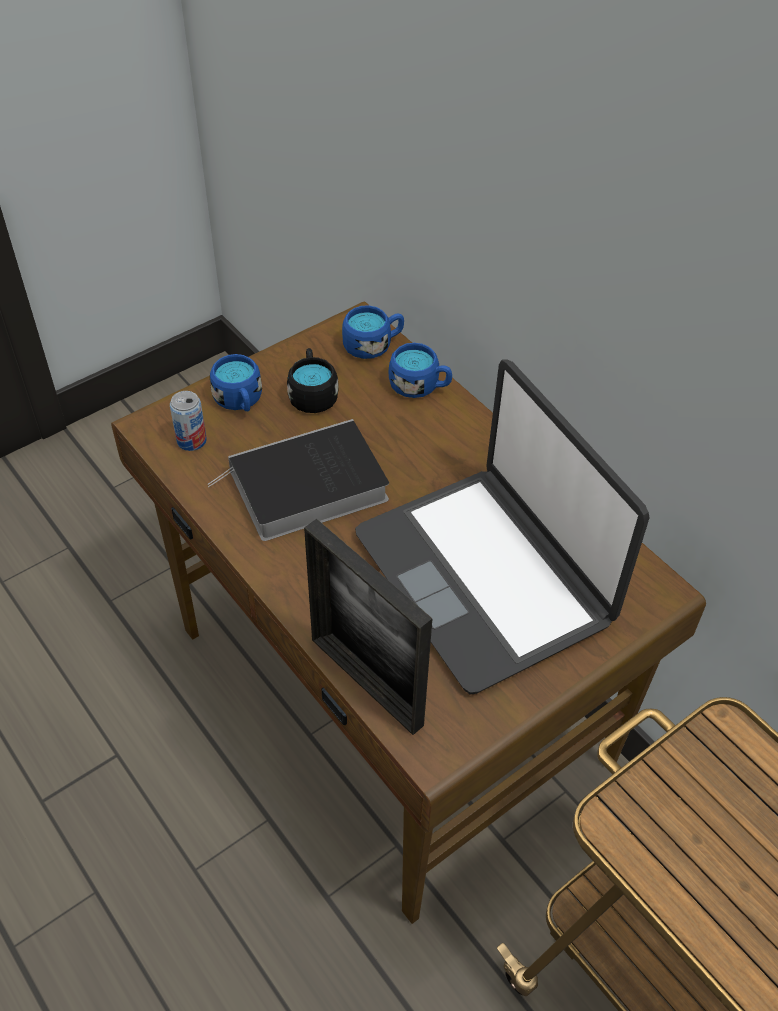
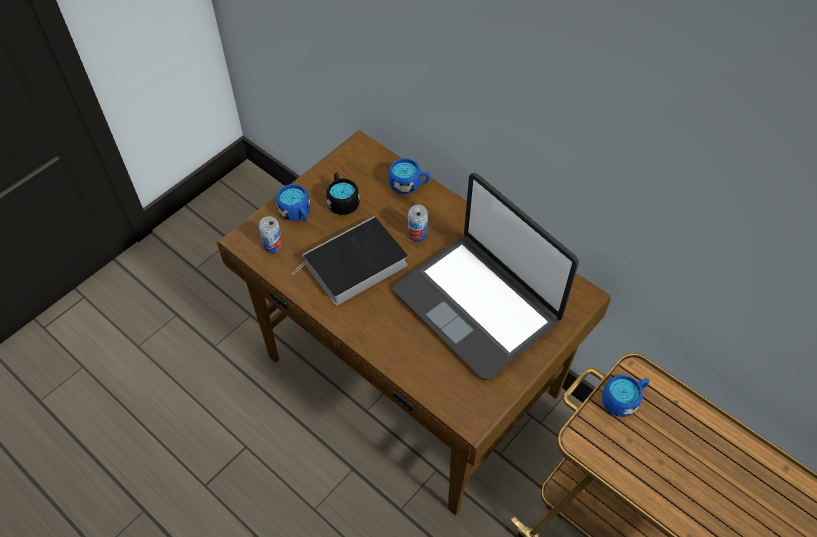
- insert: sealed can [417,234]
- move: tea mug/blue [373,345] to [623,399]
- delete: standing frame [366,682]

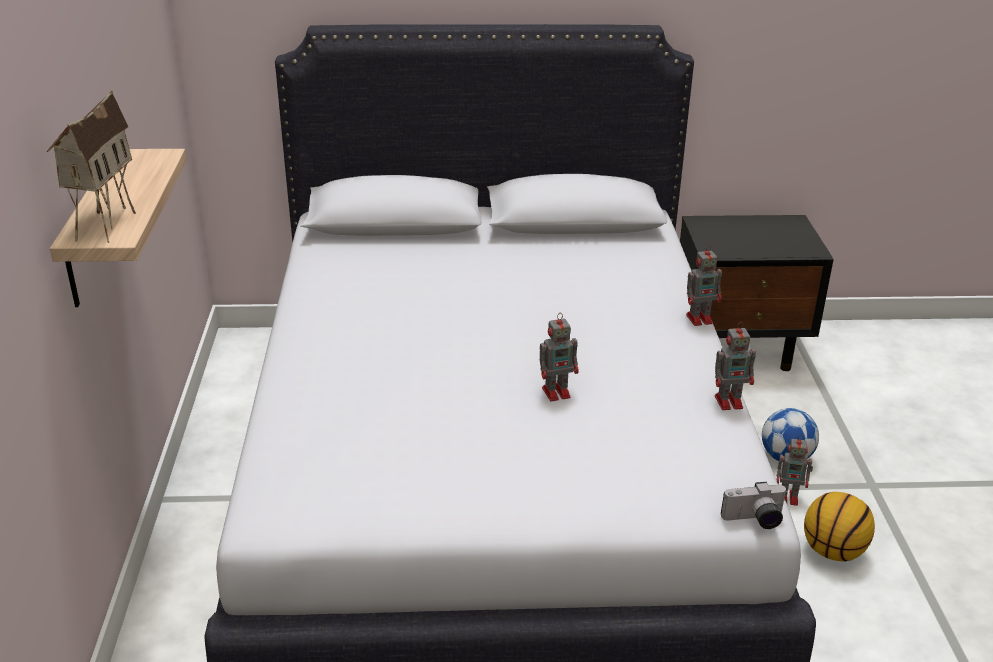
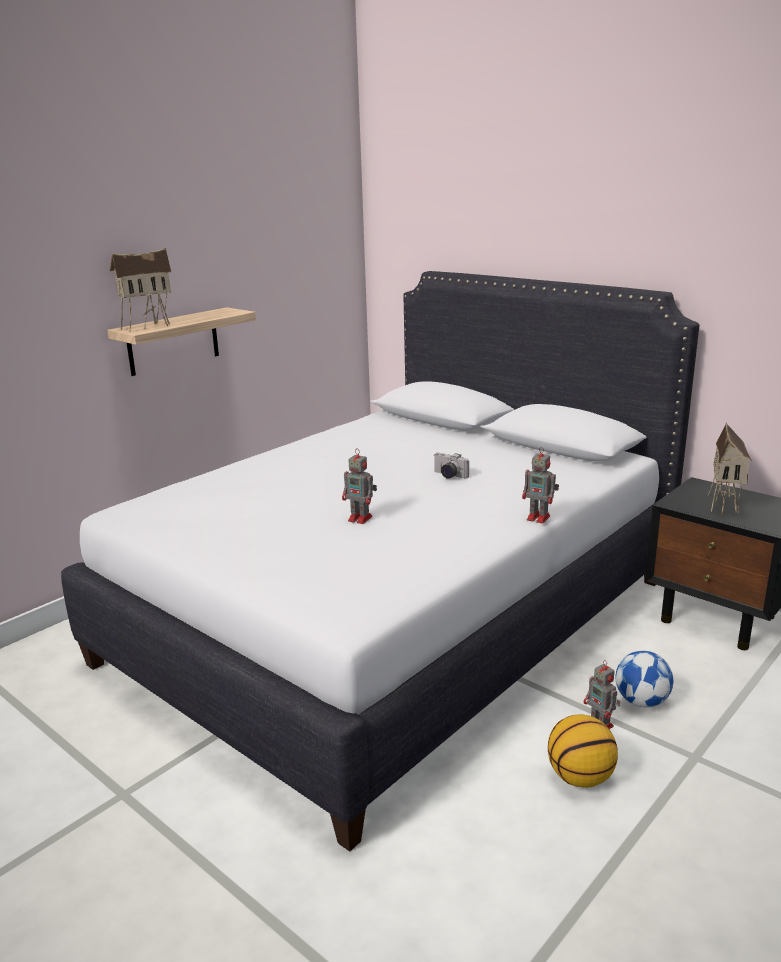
- move: photo camera [754,520] to [448,476]
- insert: miniature house [724,506]
- delete: toy robot [730,401]

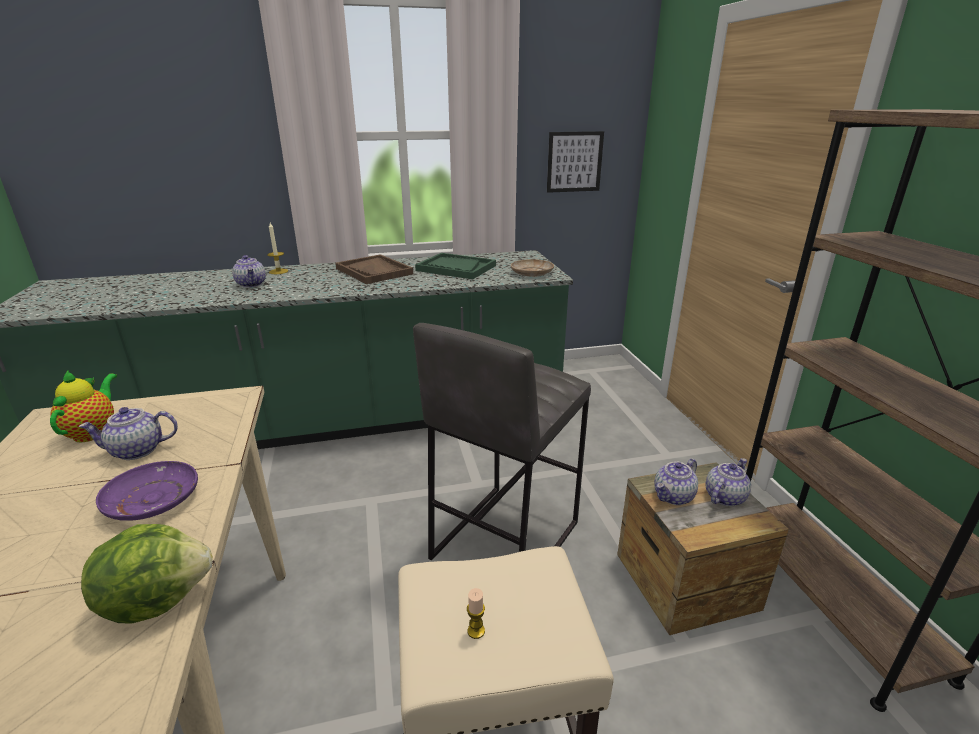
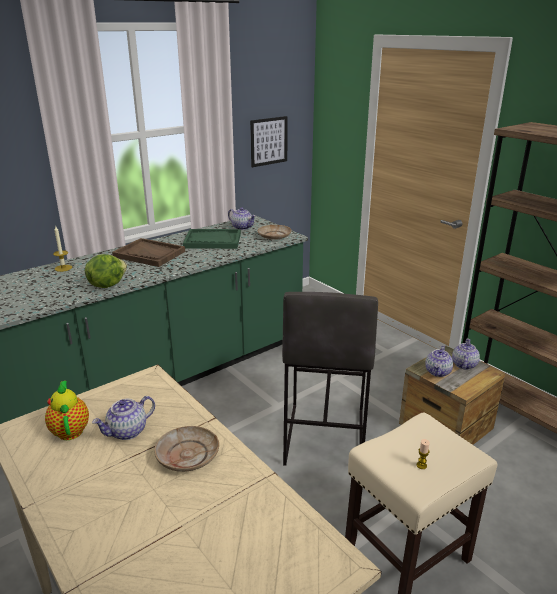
- move: lettuce [158,599] to [107,285]
- recolor: flat dish/purple-coloured [152,500] to flat dish/beige [187,455]
- move: tea pot [252,284] to [242,227]

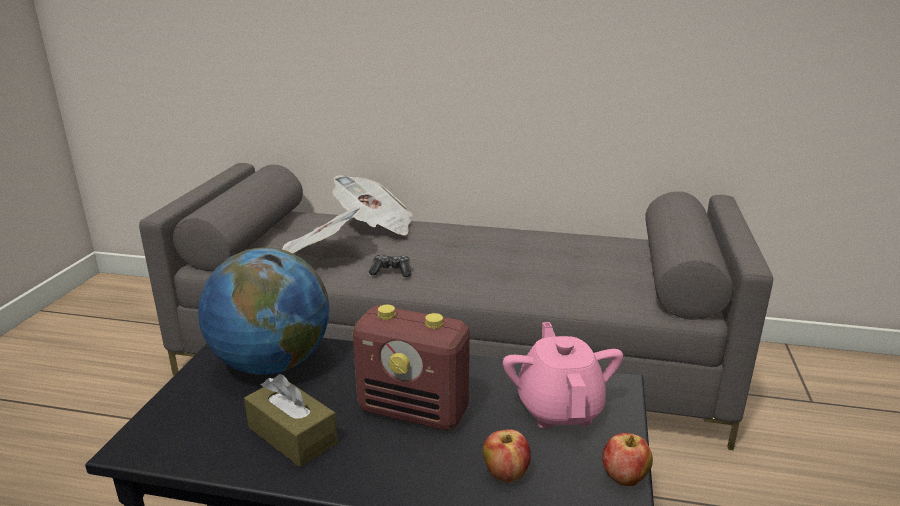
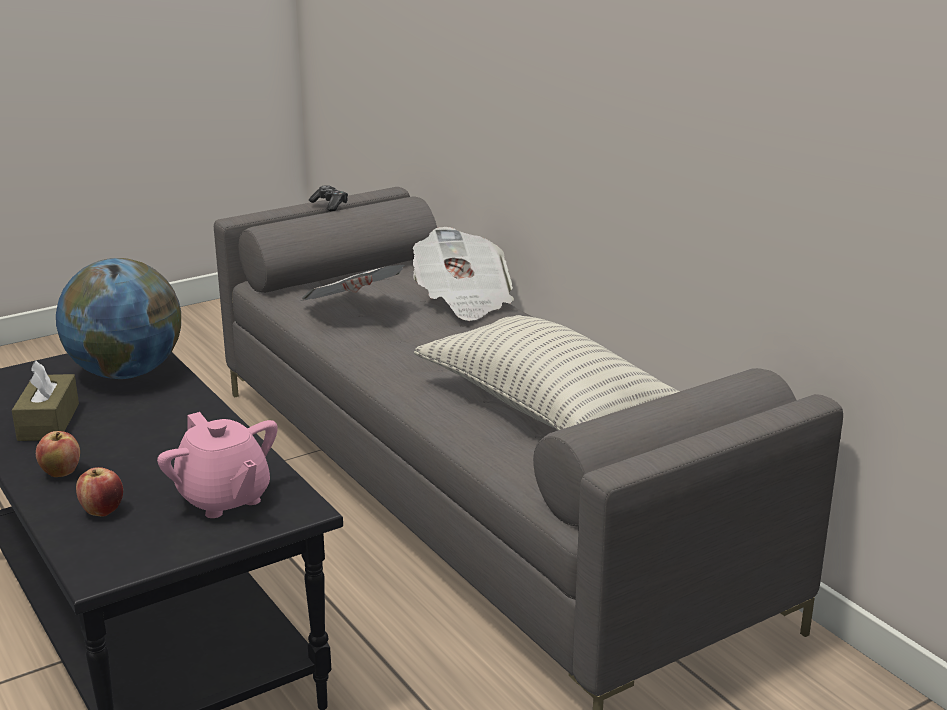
- move: apple [624,478] to [61,473]
- rotate: tea pot/pinkish [559,408] = [224,498] 105 degrees clockwise
- move: game controller [391,271] to [330,205]
- insert: throw pillow [545,408]
- delete: radio set [414,411]

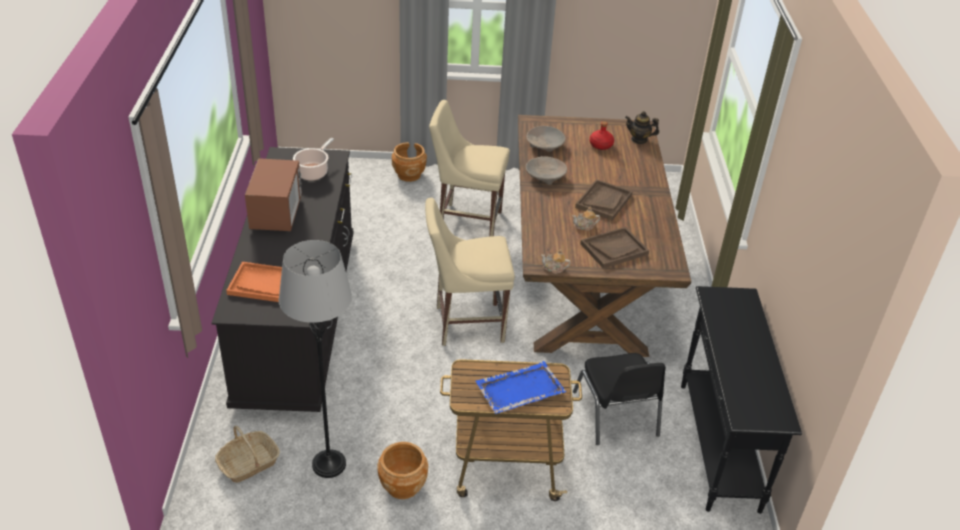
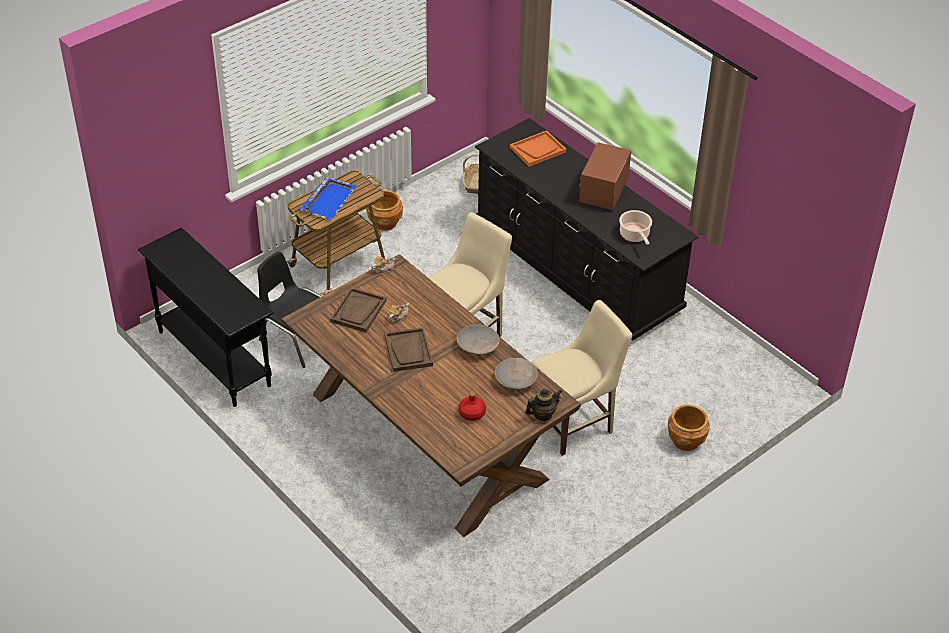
- move: tea pot [639,139] to [542,414]
- rotate: microwave [277,214] = [603,192] 60 degrees clockwise
- delete: floor lamp/gray [329,464]

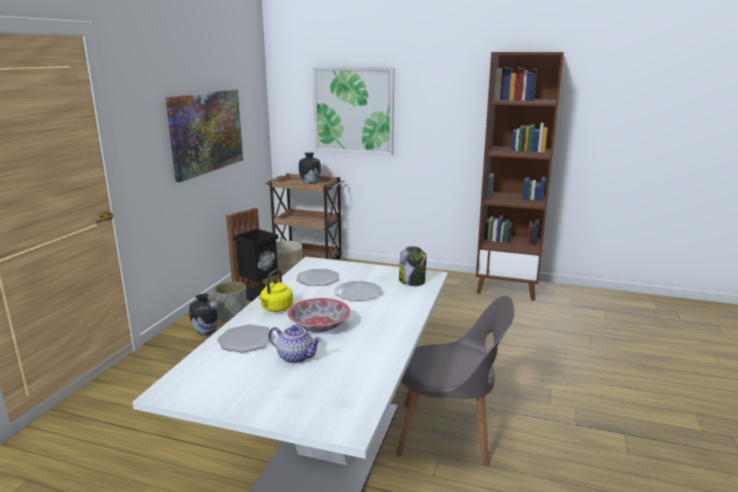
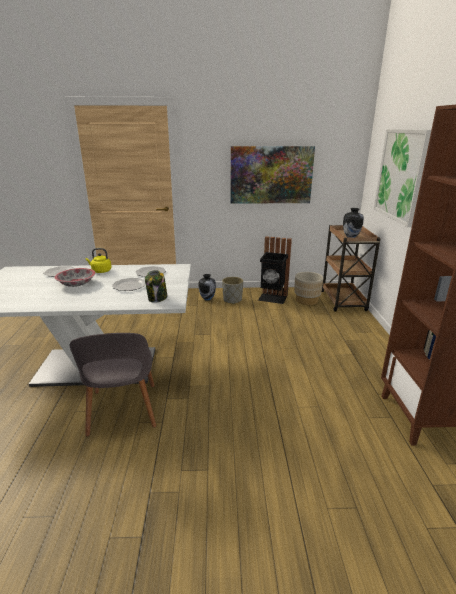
- delete: tea pot [296,357]

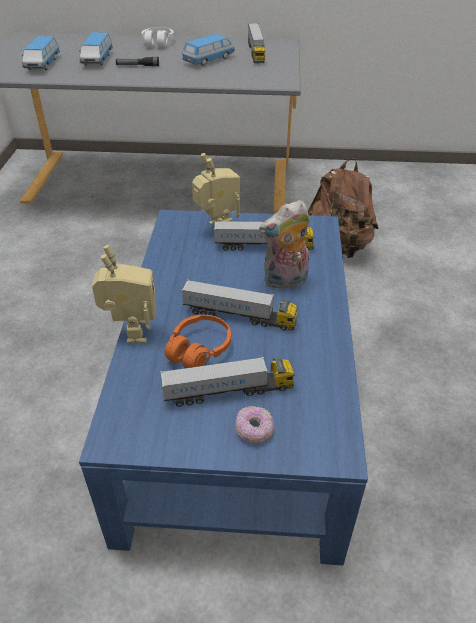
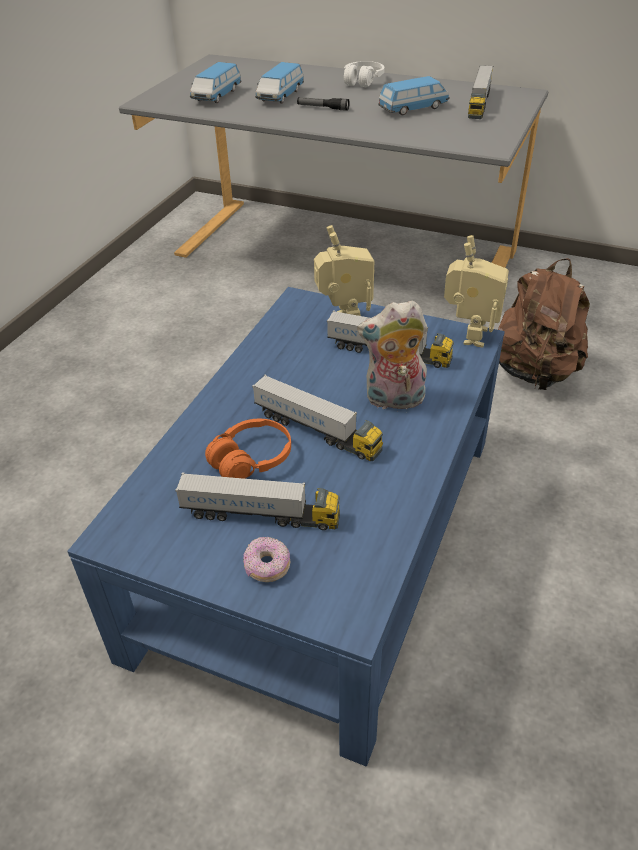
- move: toy robot [131,332] to [468,335]

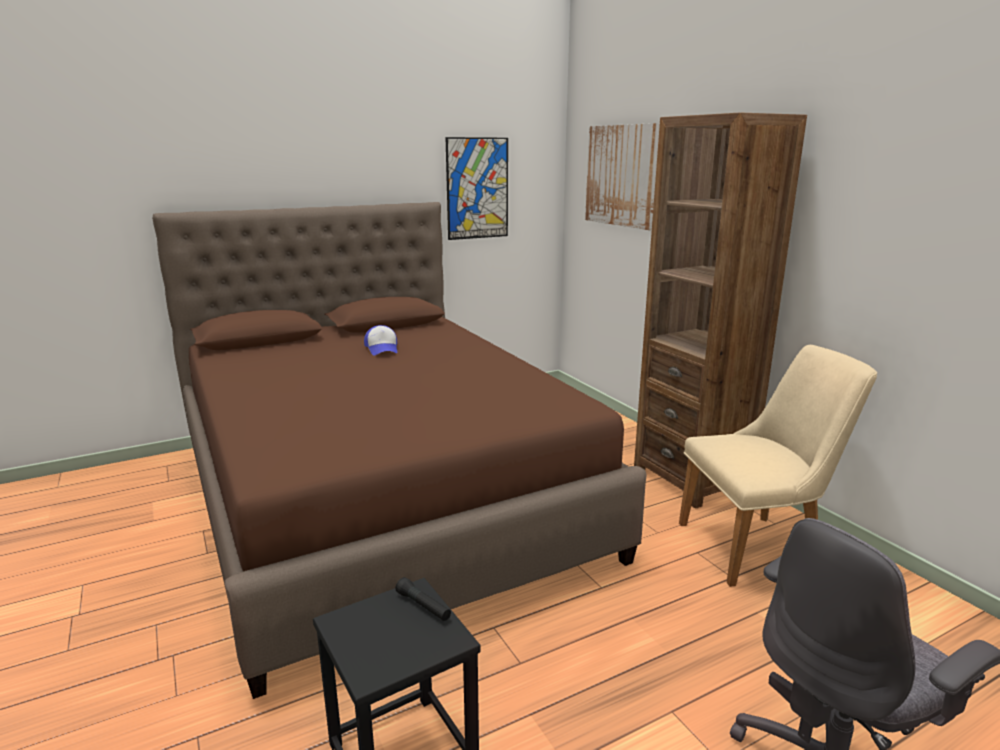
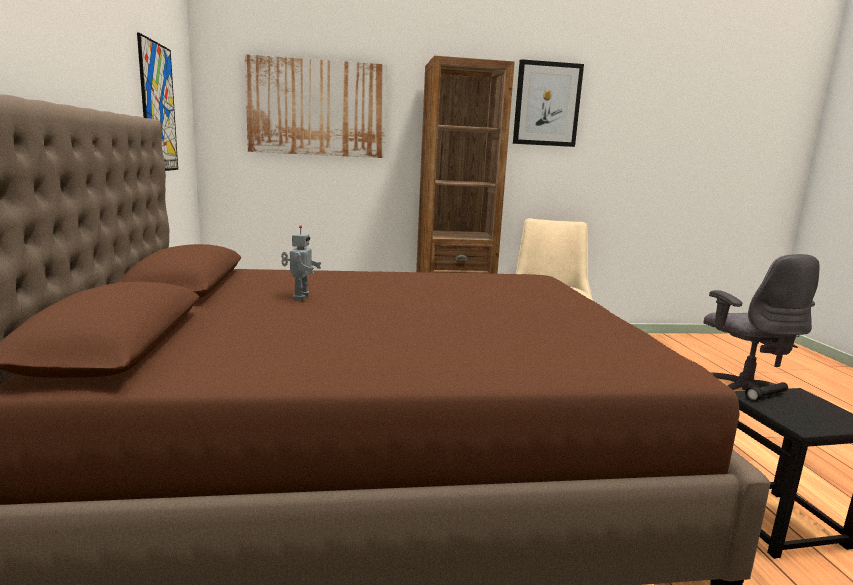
- replace: peaked cap [382,349] to toy robot [299,297]
- insert: wall picture [547,104]

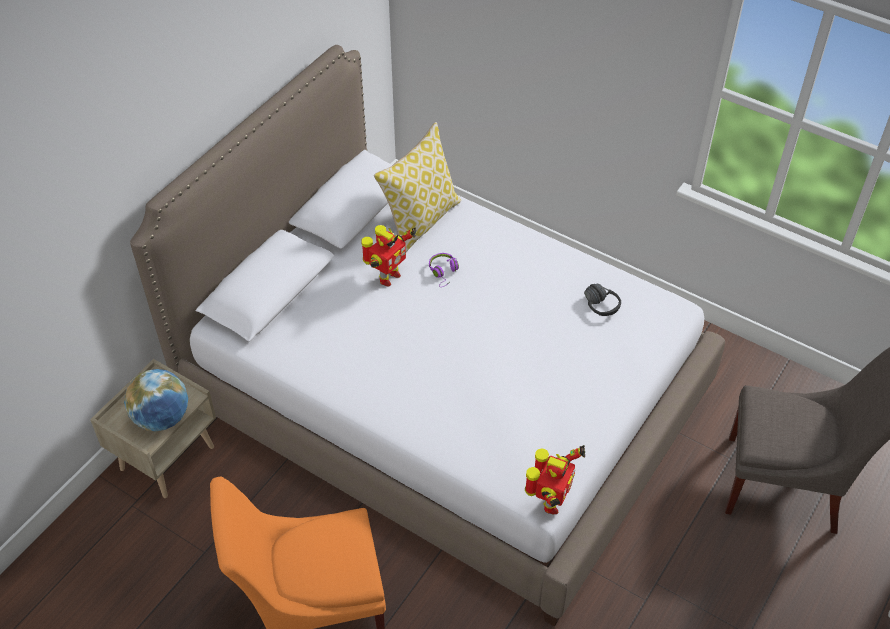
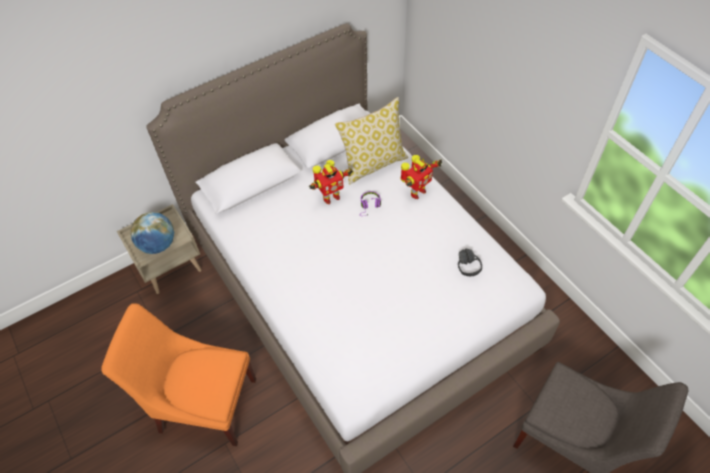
- move: toy robot [550,502] to [416,192]

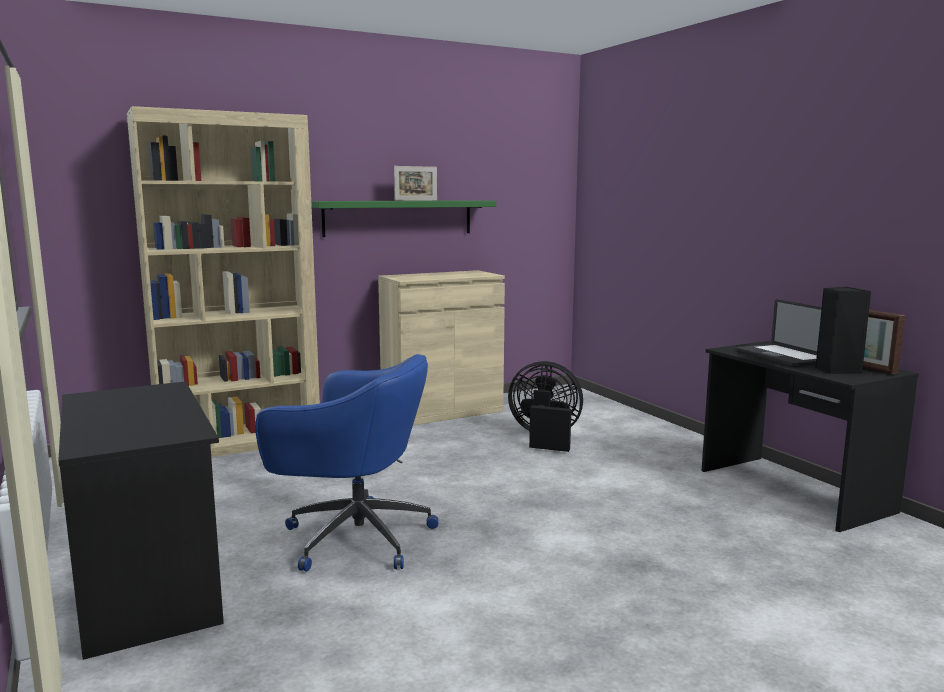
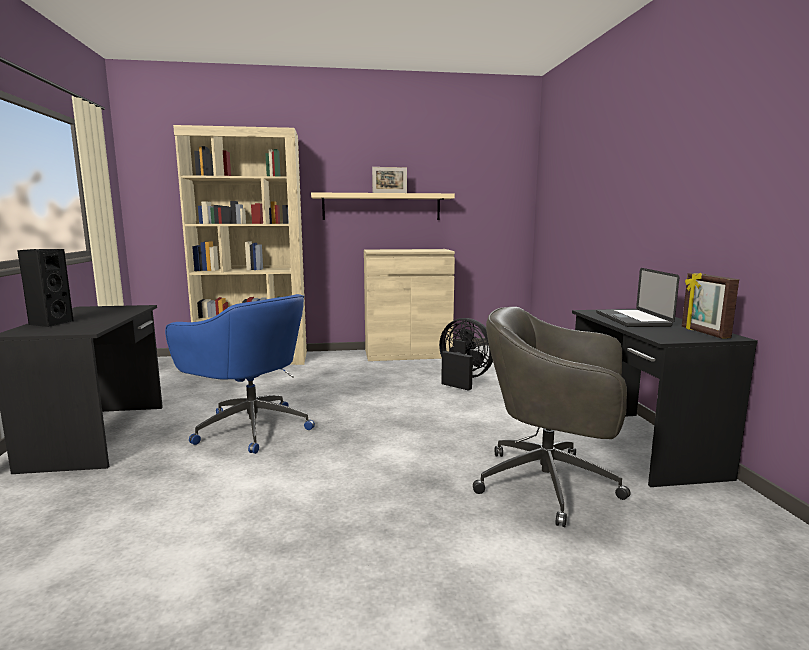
- move: audio speaker/blackish [836,370] to [50,323]
- recolor: shelf/green-coloured [398,217] to shelf/beige [381,207]
- insert: office chair/gray [551,484]

